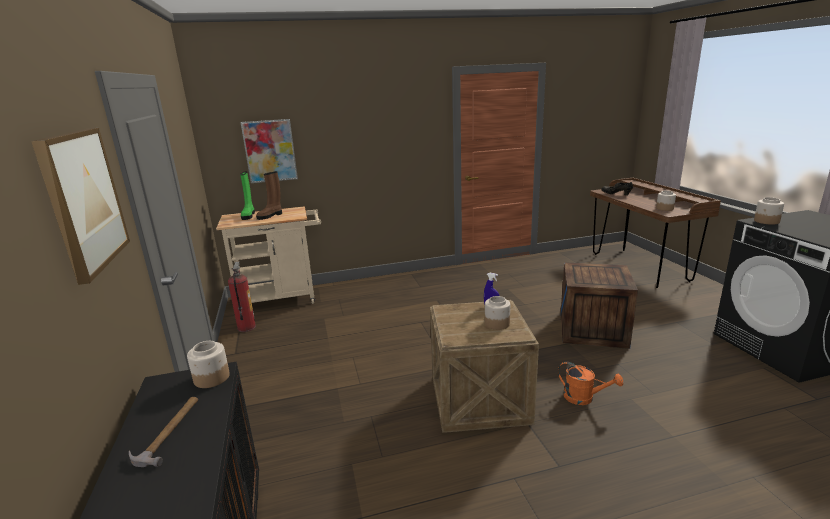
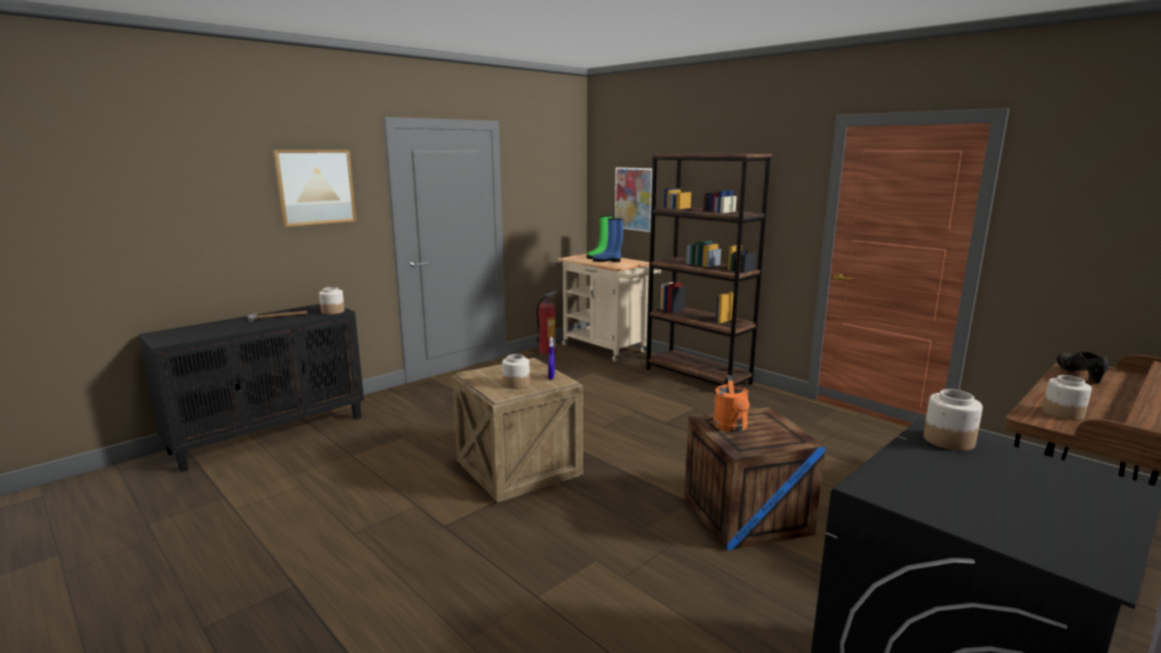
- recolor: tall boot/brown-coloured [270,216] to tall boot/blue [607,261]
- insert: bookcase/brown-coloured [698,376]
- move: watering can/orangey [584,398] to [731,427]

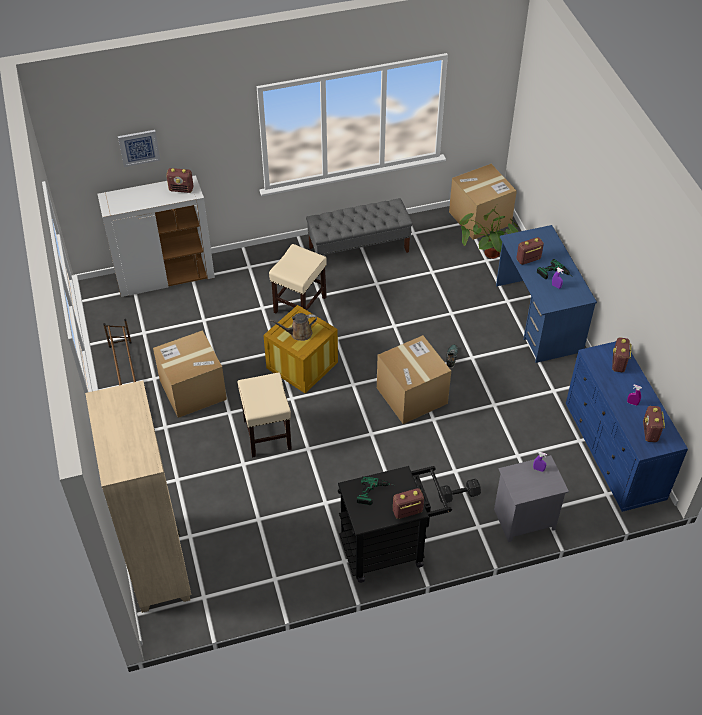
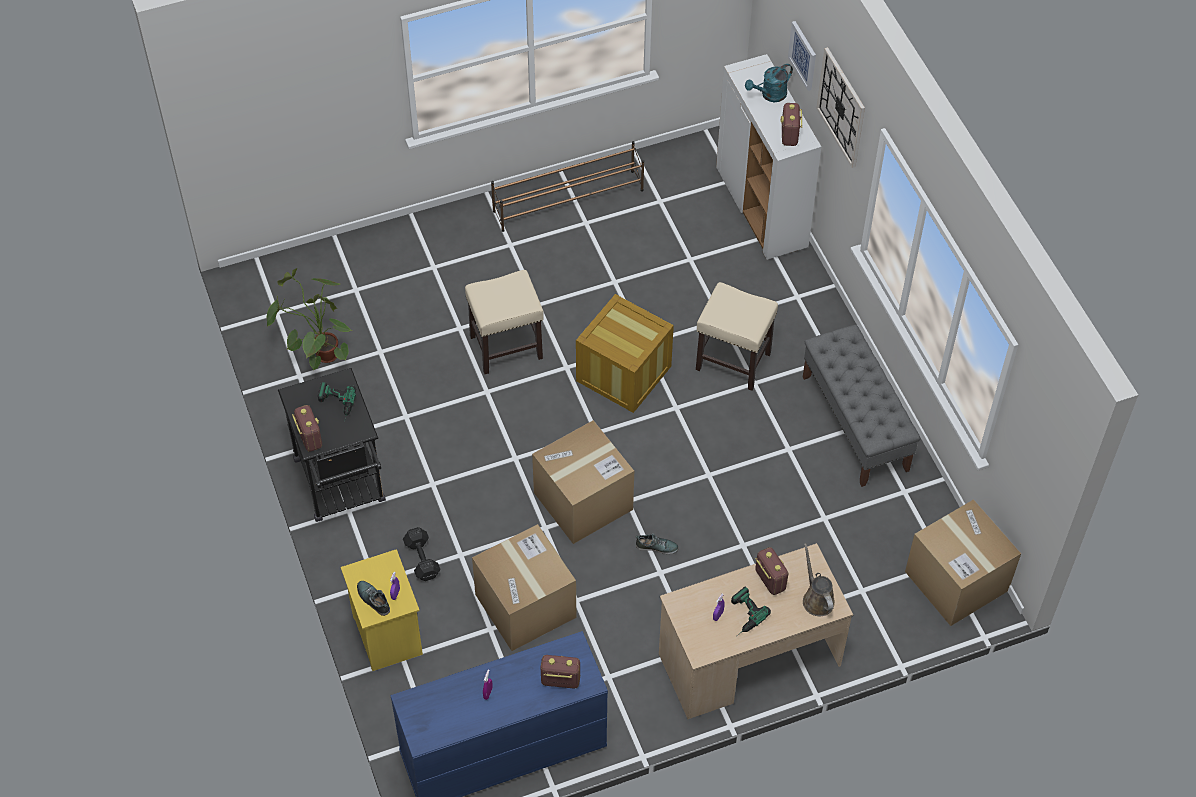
- move: houseplant [488,258] to [317,351]
- recolor: night table/gray [524,520] to night table/yellow [385,634]
- insert: shoe [373,599]
- move: cardboard box [193,390] to [525,606]
- recolor: desk unit/blue [538,318] to desk unit/beige [749,660]
- insert: watering can/blue-green [770,95]
- move: watering can/brown-coloured [298,333] to [817,598]
- insert: wall clock [841,107]
- delete: bookcase/beige [158,562]
- delete: radio set [650,432]

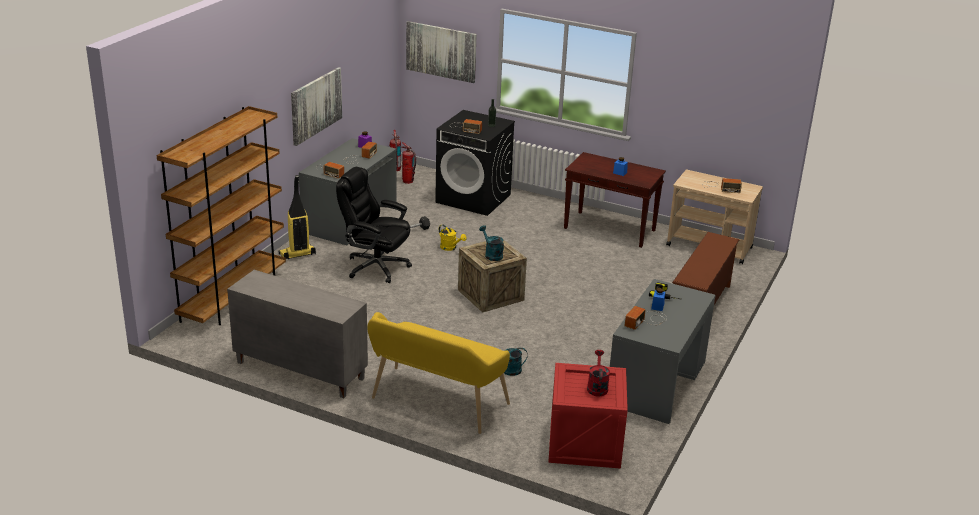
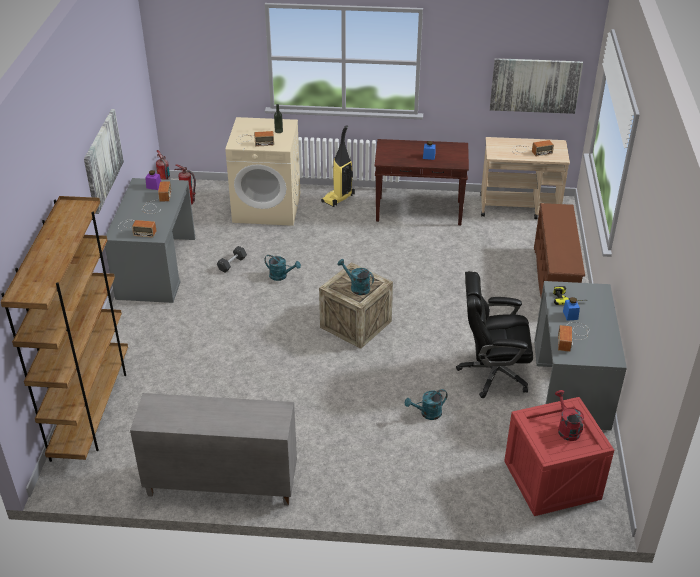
- recolor: laundry appliance/blackish [474,198] to laundry appliance/beige [267,207]
- recolor: watering can/yellow [450,248] to watering can/blue-green [281,276]
- move: vacuum cleaner [297,254] to [338,199]
- move: office chair/blackish [375,267] to [492,373]
- move: wall picture [441,51] to [535,85]
- delete: bench/yellow [435,403]

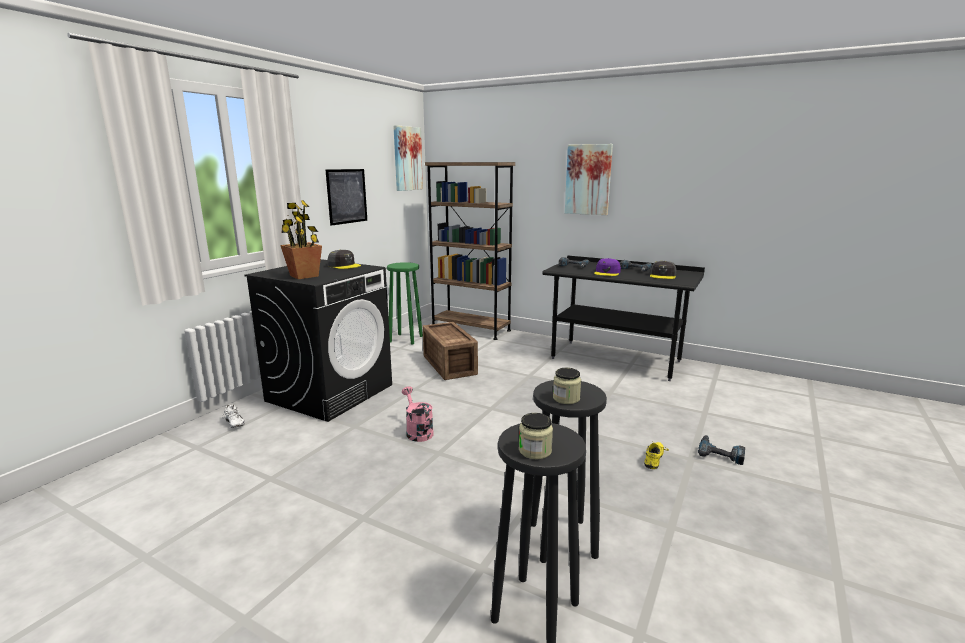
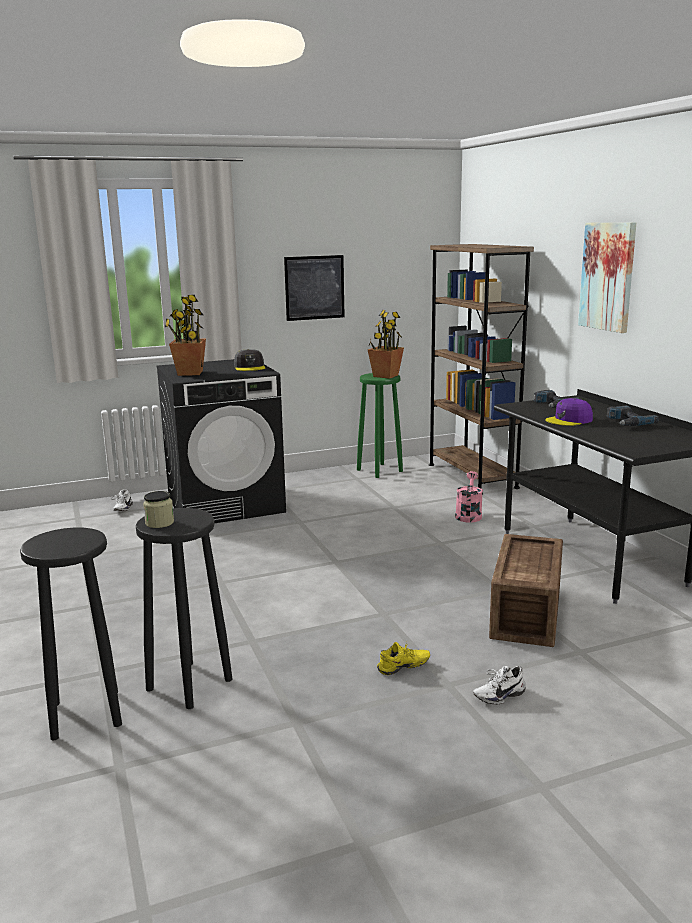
- insert: houseplant [385,376]
- move: watering can/pinkish [417,431] to [468,515]
- replace: electric drill [720,453] to shoe/white [498,695]
- move: shipping crate [450,364] to [528,613]
- delete: wall picture [407,158]
- delete: preserve jar [535,450]
- delete: peaked cap/gray [663,275]

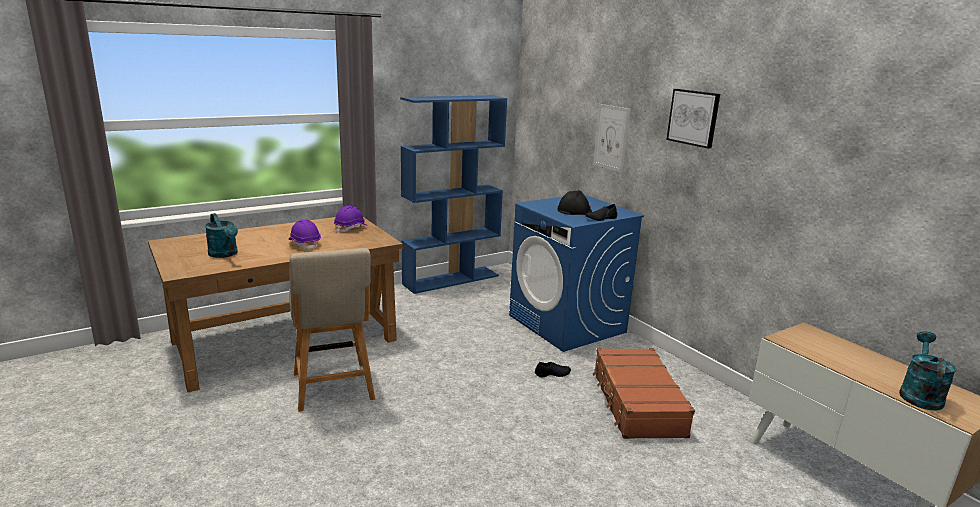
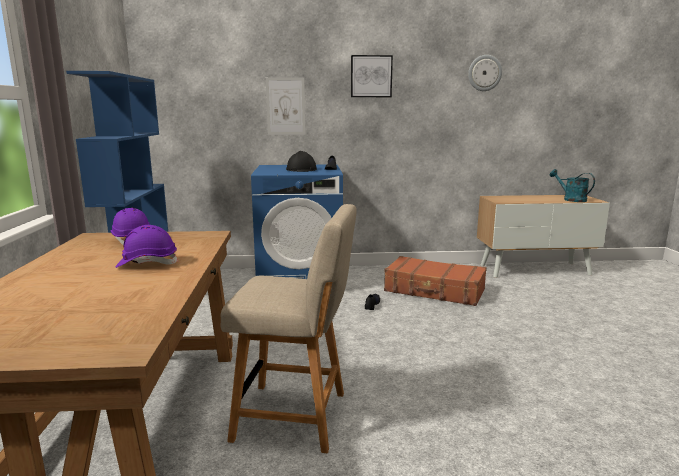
- insert: wall clock [484,73]
- delete: watering can/blue-green [225,254]

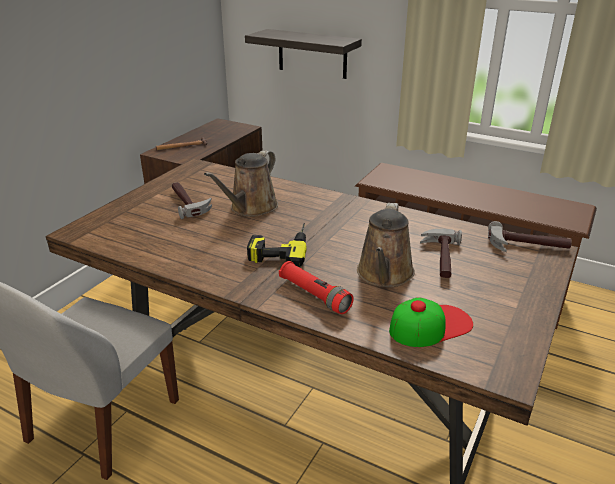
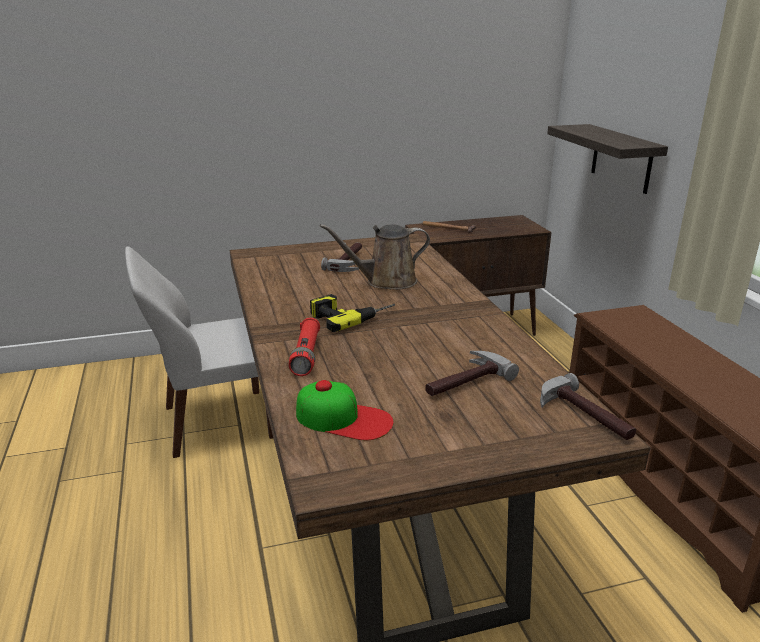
- delete: watering can/brown-coloured [384,275]

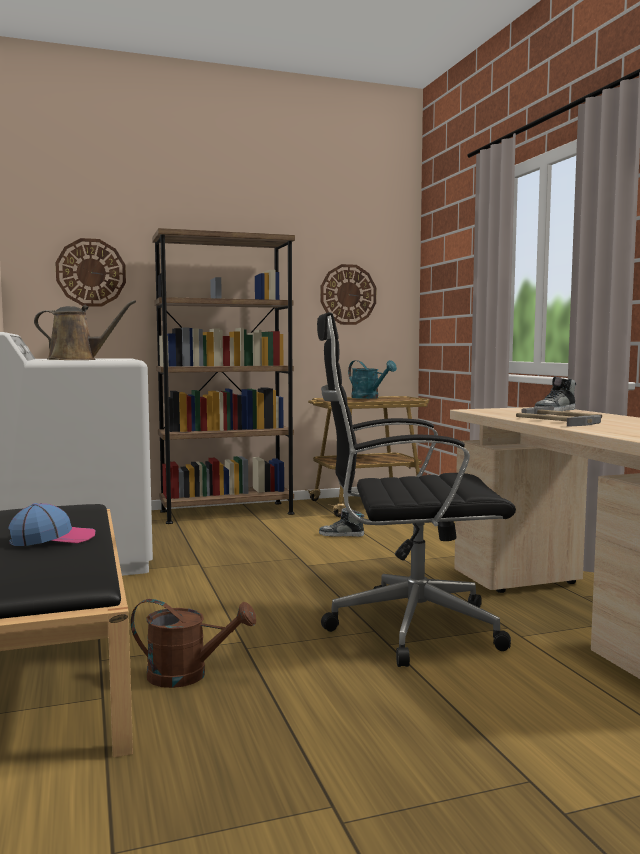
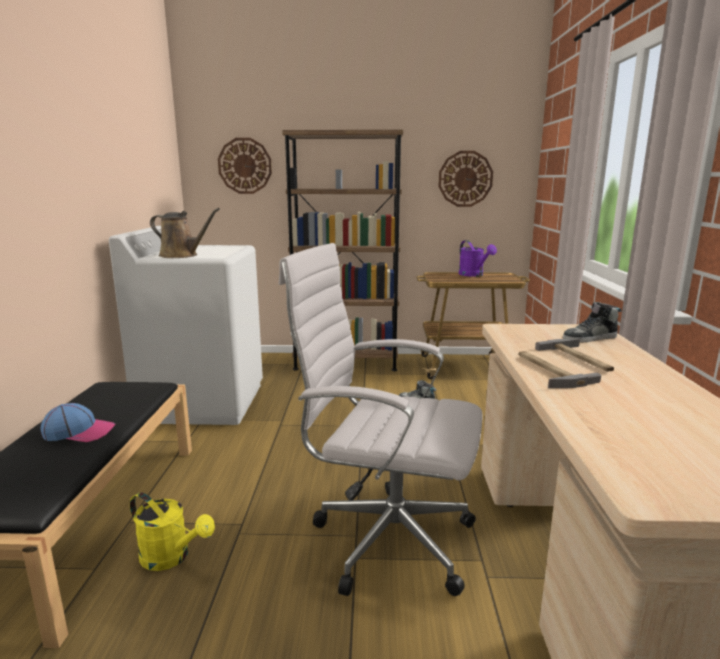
- recolor: watering can/brown-coloured [188,675] to watering can/yellow [171,557]
- recolor: office chair/blackish [406,628] to office chair/white [385,539]
- recolor: watering can/blue-green [369,398] to watering can/purple-coloured [474,275]

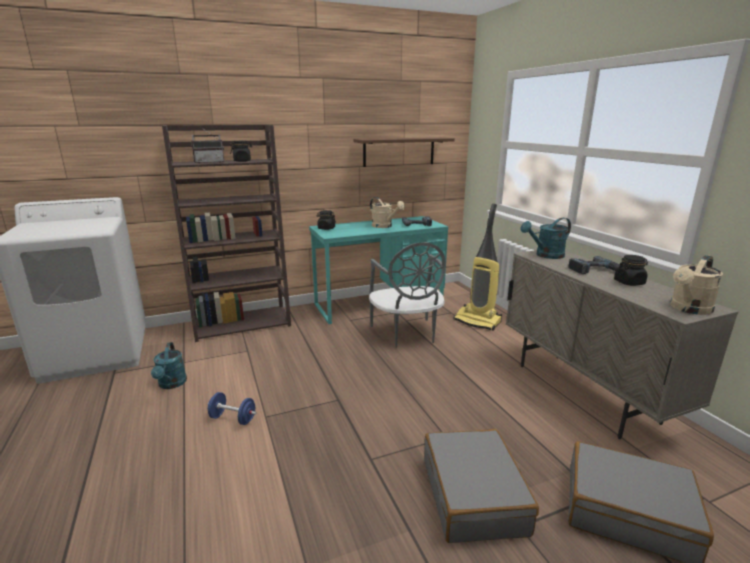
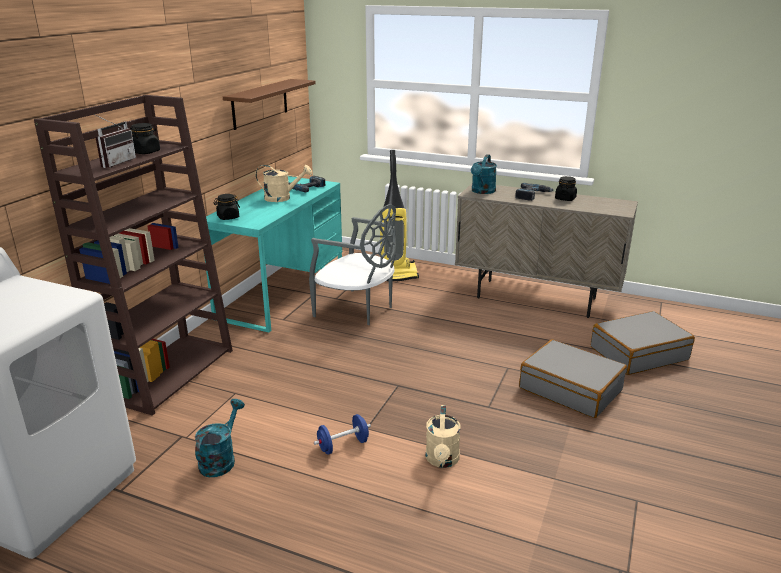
- rotate: watering can/blue-green [171,384] = [220,459] 105 degrees counterclockwise
- move: watering can/beige [688,309] to [442,461]

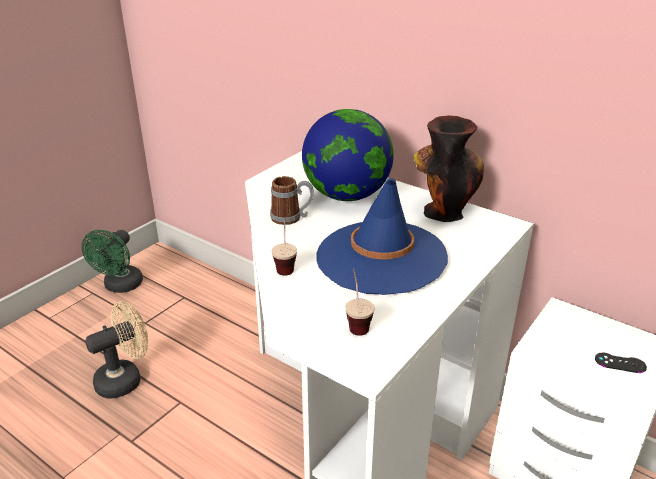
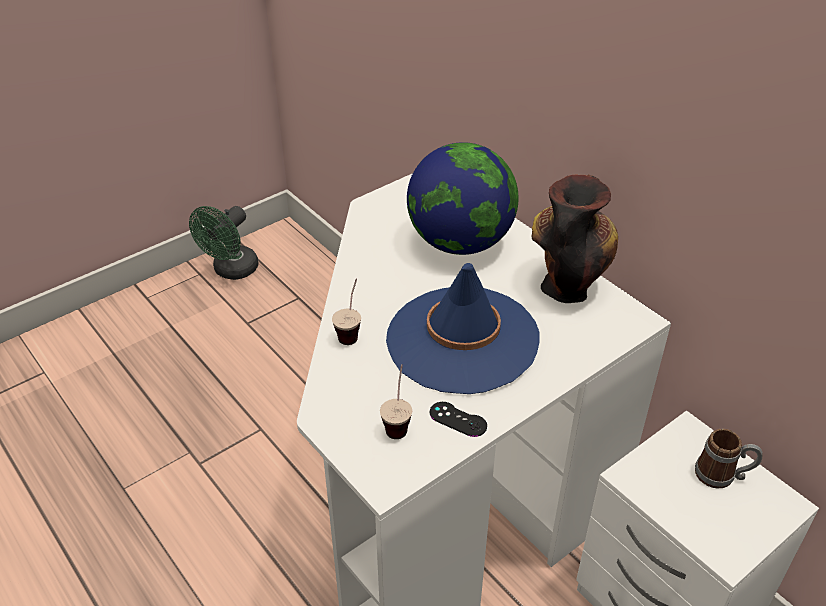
- move: game controller/blackish [620,363] to [458,419]
- move: tea mug [292,218] to [722,475]
- delete: electric fan/beige [125,379]

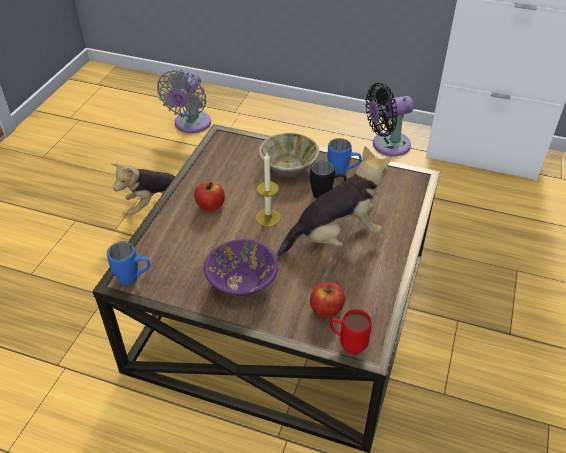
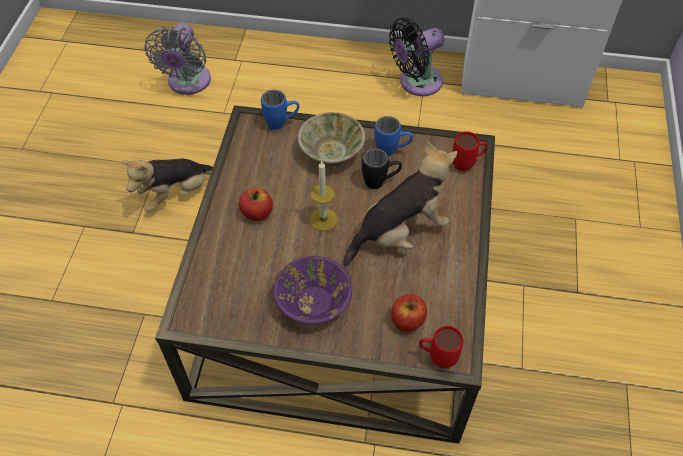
- move: tea mug/blue [134,278] to [282,123]
- insert: tea mug/red-coloured [467,164]

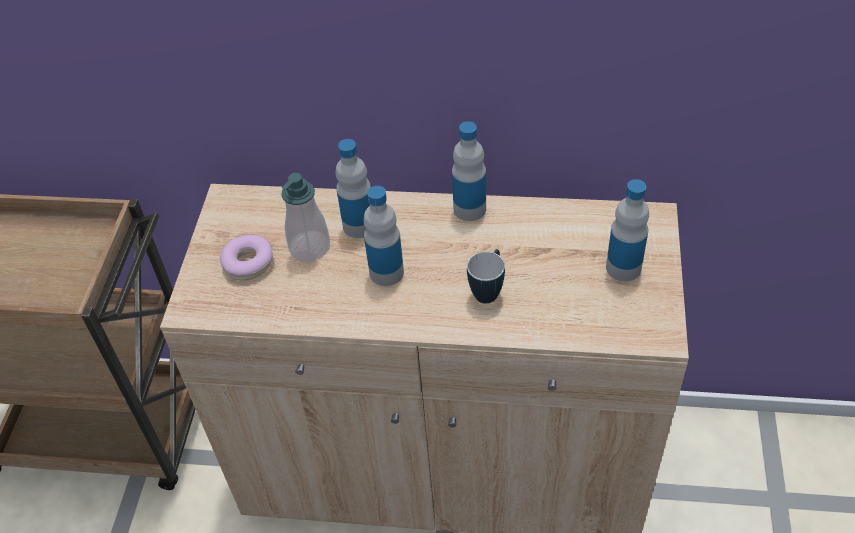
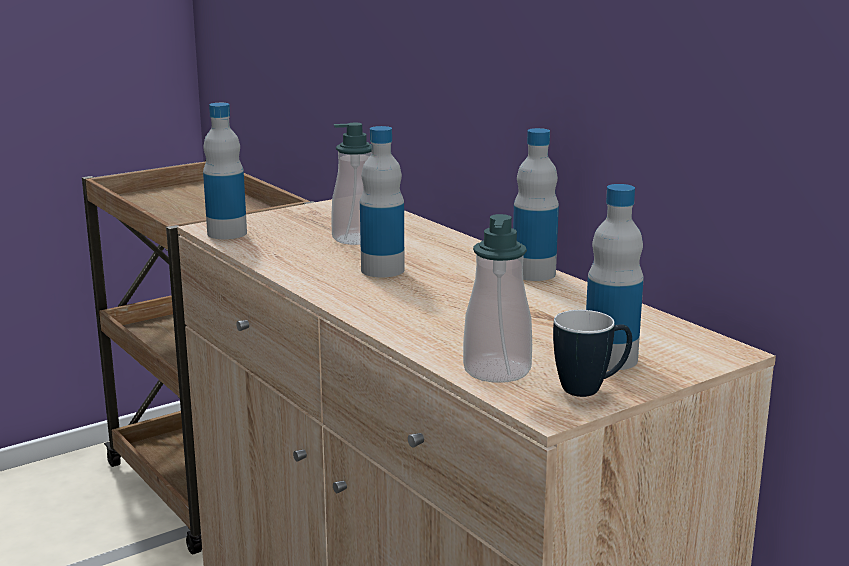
- move: beverage bottle [359,226] to [227,233]
- insert: soap dispenser [497,370]
- move: tea mug [488,290] to [591,389]
- delete: doughnut [248,263]

